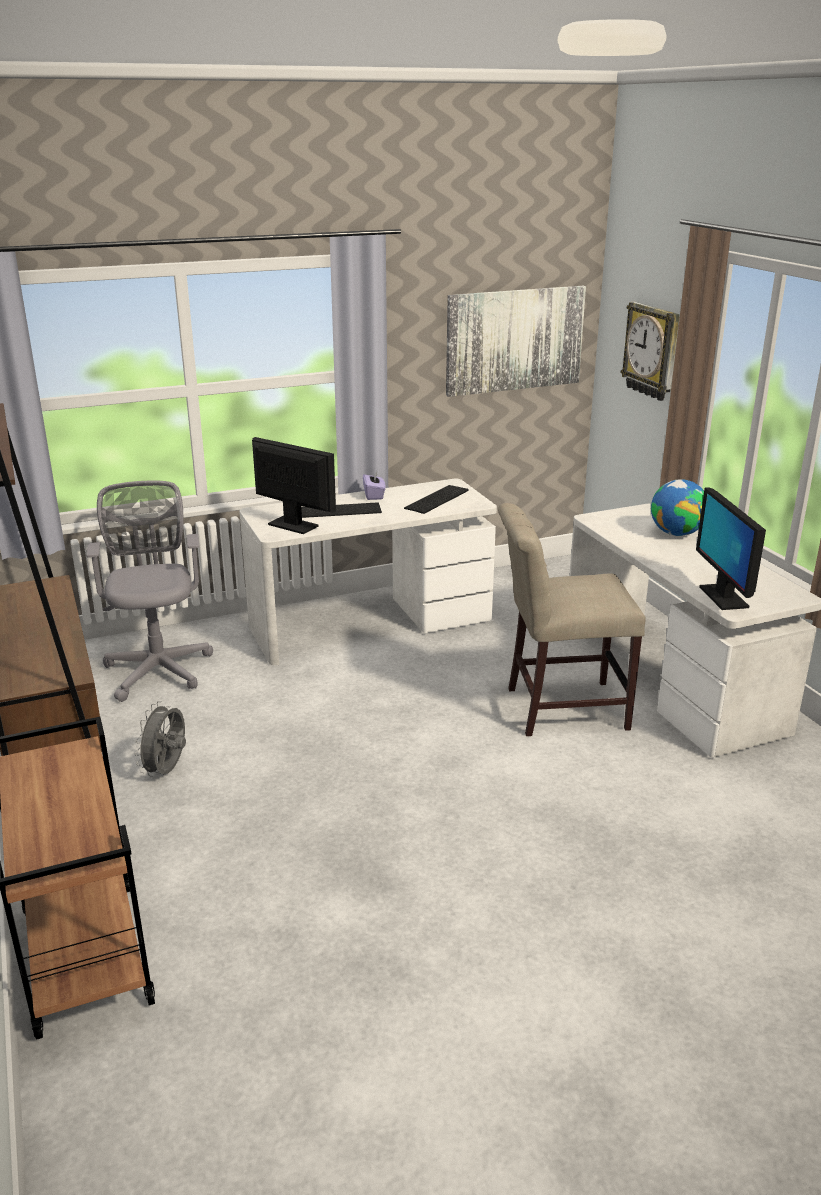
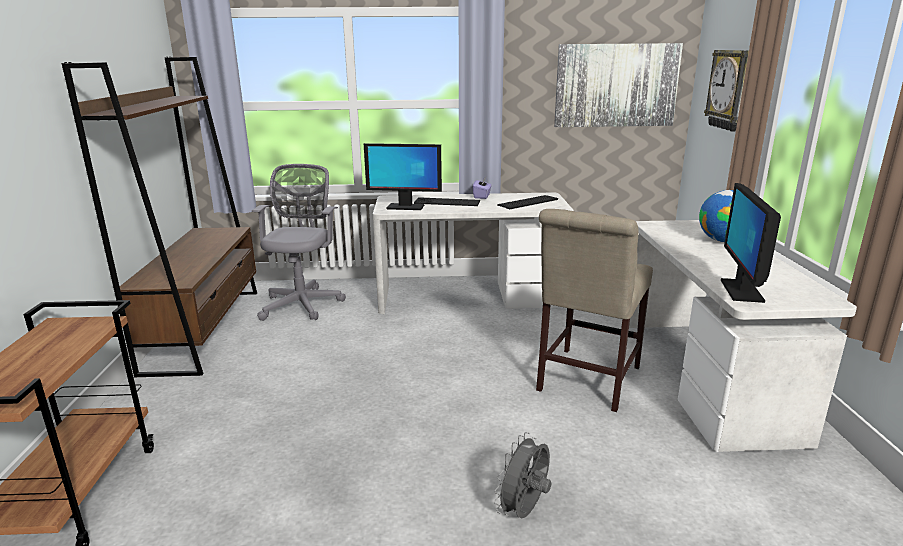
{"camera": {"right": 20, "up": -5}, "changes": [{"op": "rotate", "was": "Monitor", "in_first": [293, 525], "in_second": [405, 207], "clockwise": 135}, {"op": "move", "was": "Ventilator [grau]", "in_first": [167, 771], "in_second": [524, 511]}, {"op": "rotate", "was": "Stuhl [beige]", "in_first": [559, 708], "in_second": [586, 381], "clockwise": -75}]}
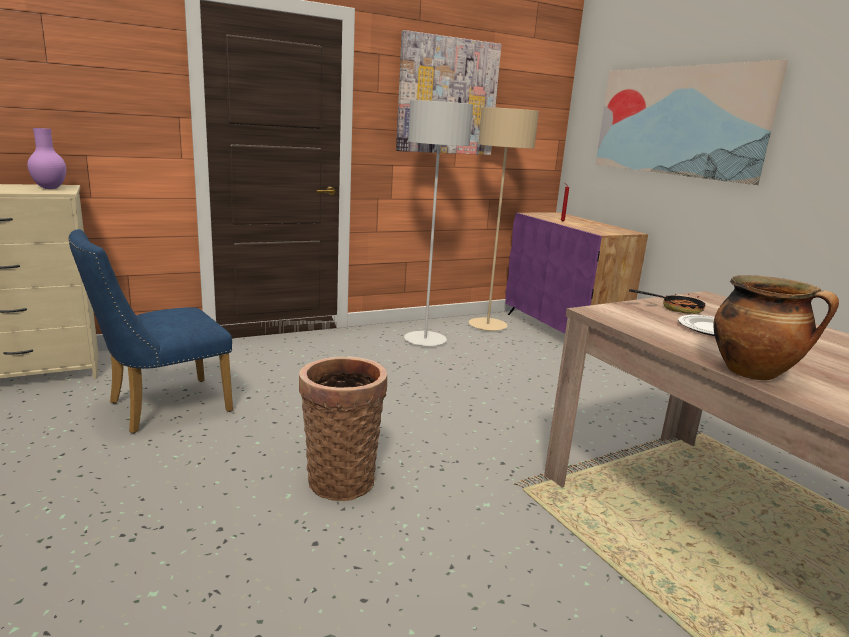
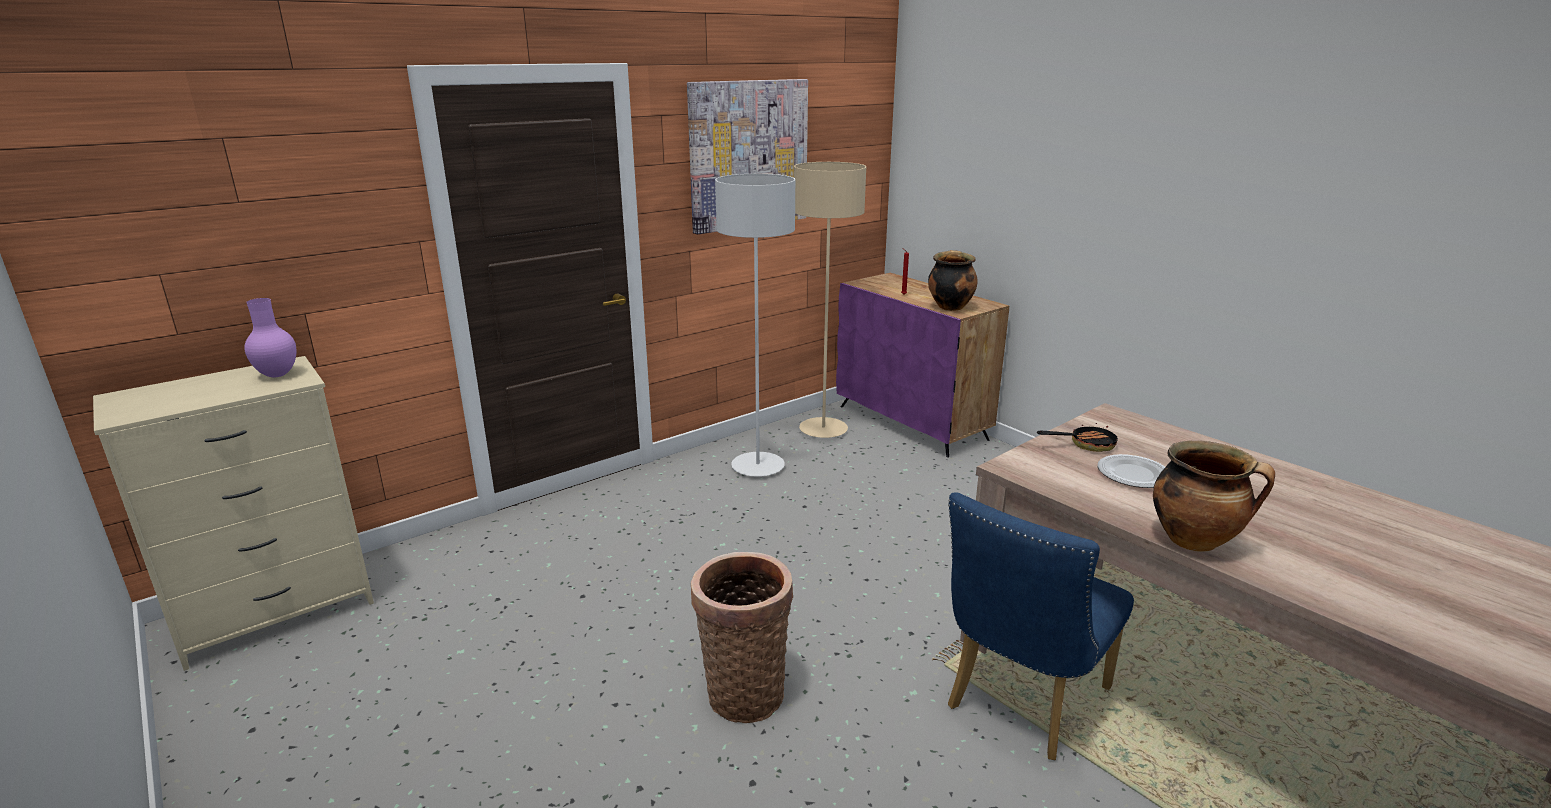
{"camera": {"right": -10, "up": 5}, "changes": [{"op": "insert", "now": "Kochtopf", "in_second": [950, 307]}, {"op": "move", "was": "Stuhl [blau]", "in_first": [160, 408], "in_second": [1020, 702]}, {"op": "delete", "was": "Bild", "in_first": [677, 121]}]}
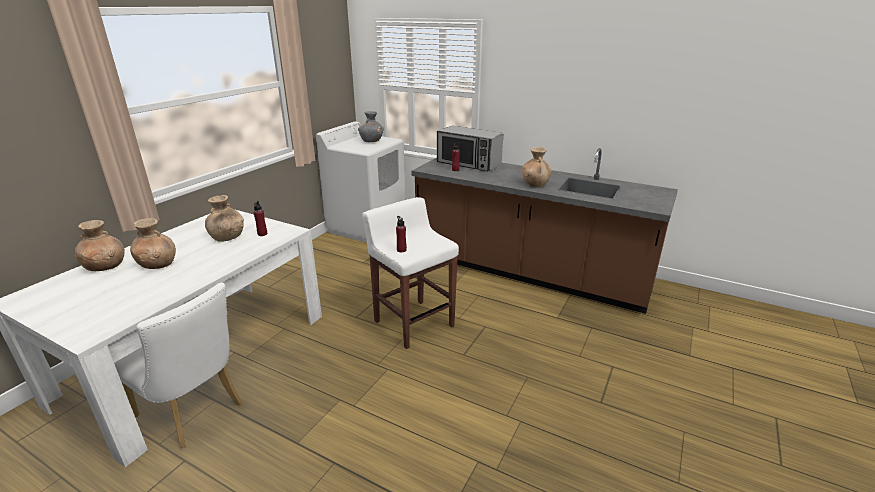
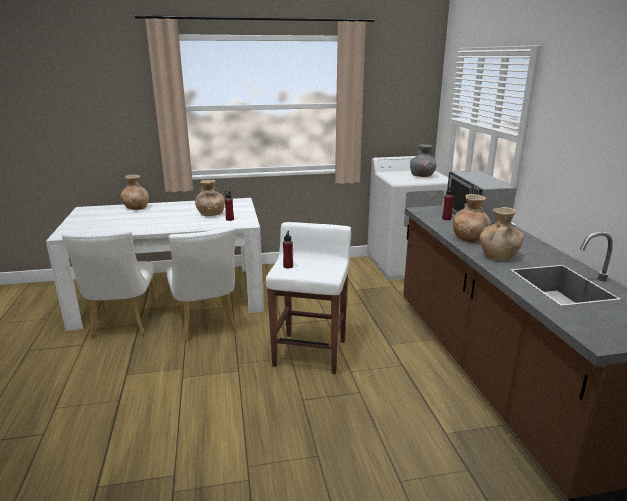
{"camera": {"right": 50, "up": -5}, "changes": [{"op": "insert", "now": "Stuhl [weiß]", "in_second": [206, 324]}, {"op": "move", "was": "Vase [braun]", "in_first": [158, 264], "in_second": [469, 239]}]}
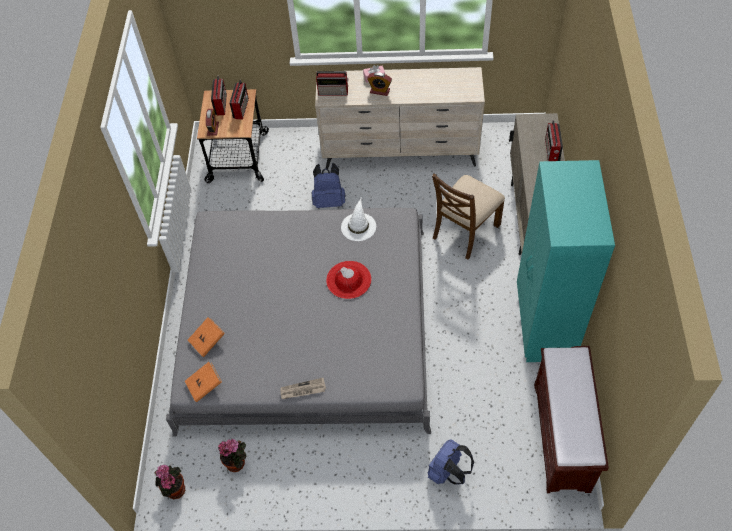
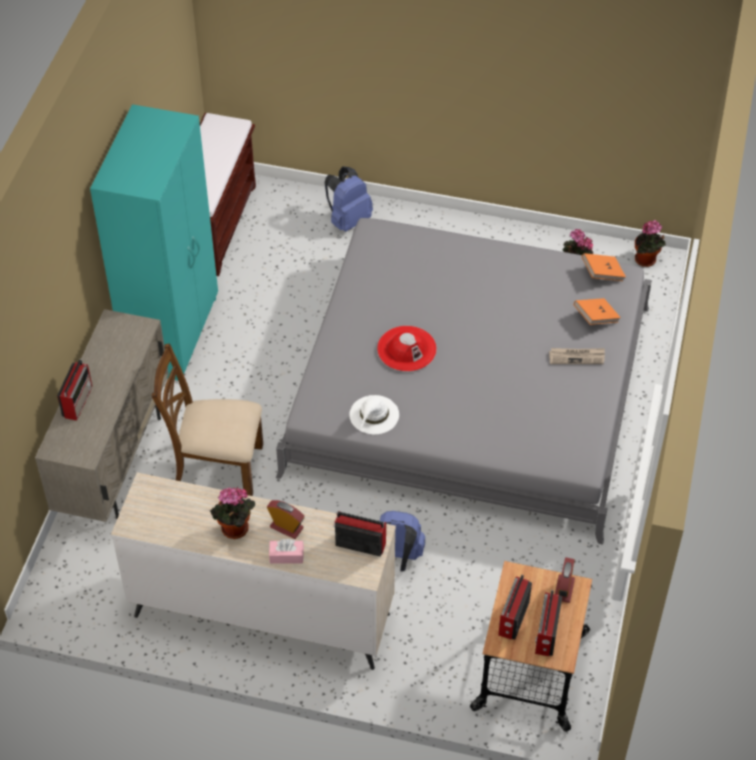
{"camera": {"right": -170, "up": -5}, "changes": [{"op": "rotate", "was": "Stuhl [braun]", "in_first": [465, 231], "in_second": [217, 466], "clockwise": -135}, {"op": "insert", "now": "Topfpflanze", "in_second": [234, 530]}, {"op": "move", "was": "Zeitung", "in_first": [303, 390], "in_second": [577, 357]}]}
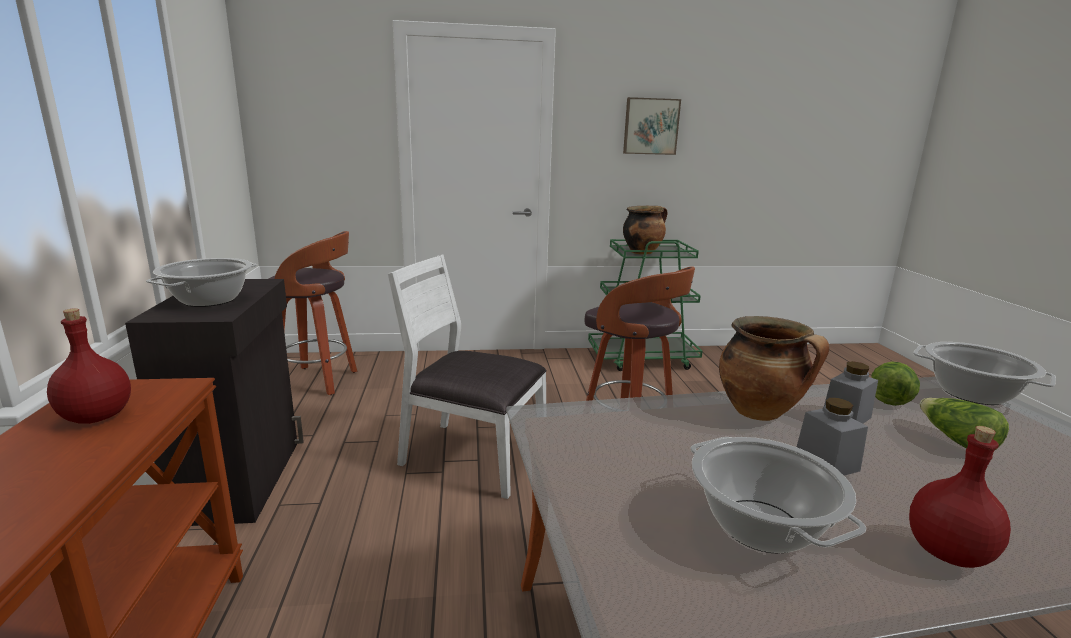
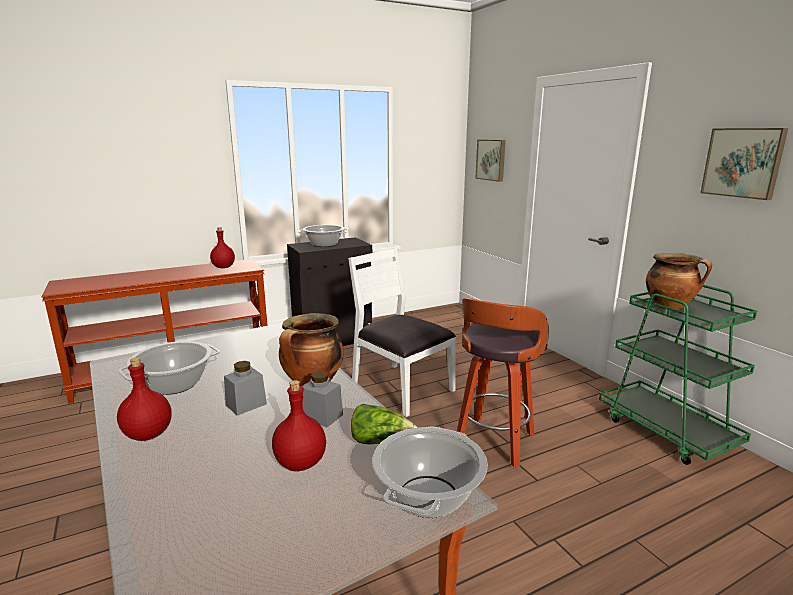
{"camera": {"right": 70, "up": 0}, "changes": [{"op": "replace", "was": "Salatkopf", "now": "Flasche [rot]", "in_first": [956, 441], "in_second": [299, 463]}, {"op": "rotate", "was": "Stuhl [weiß]", "in_first": [472, 455], "in_second": [400, 387], "clockwise": -45}, {"op": "insert", "now": "Bild", "in_second": [491, 160]}, {"op": "delete", "was": "Hocker", "in_first": [319, 381]}]}
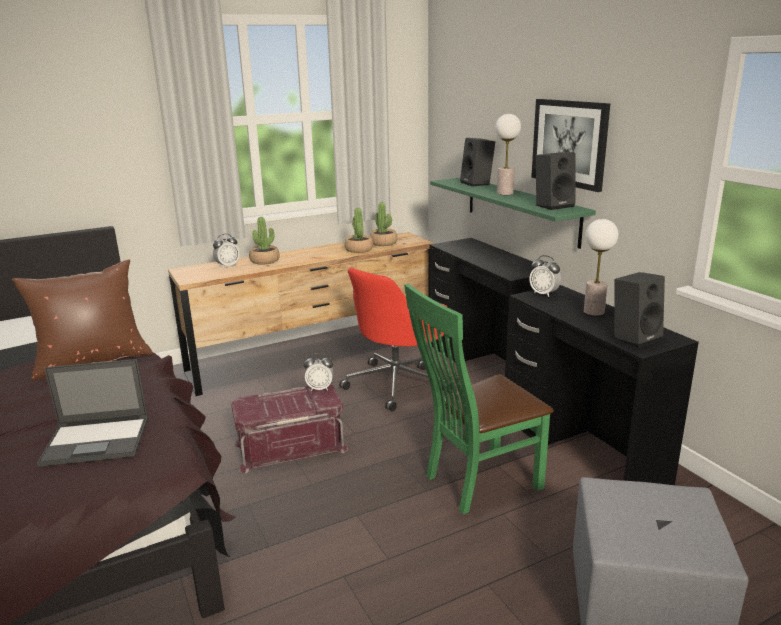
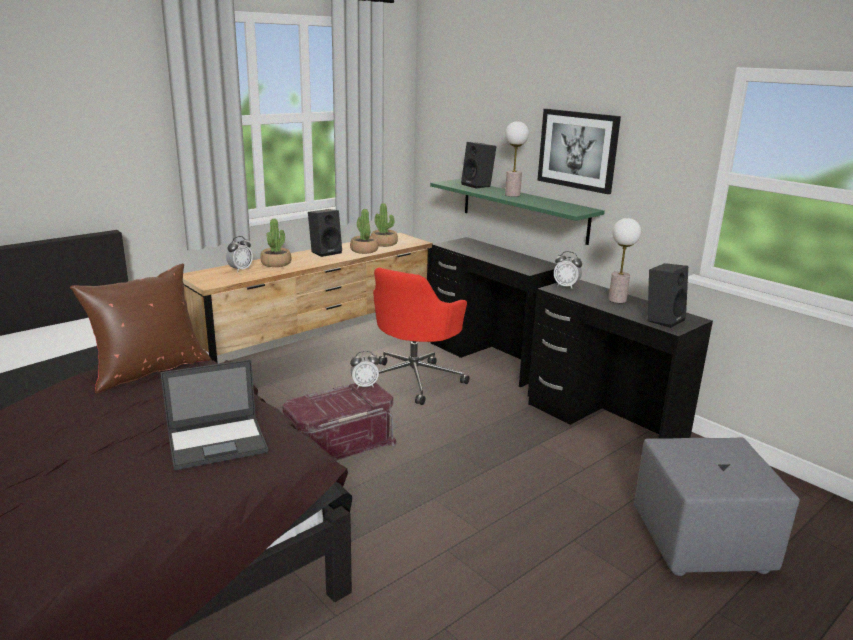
{"camera": {"right": -15, "up": 0}, "changes": [{"op": "move", "was": "Lautsprecher [schwarz]", "in_first": [553, 205], "in_second": [326, 252]}, {"op": "delete", "was": "Stuhl [grün]", "in_first": [476, 482]}]}
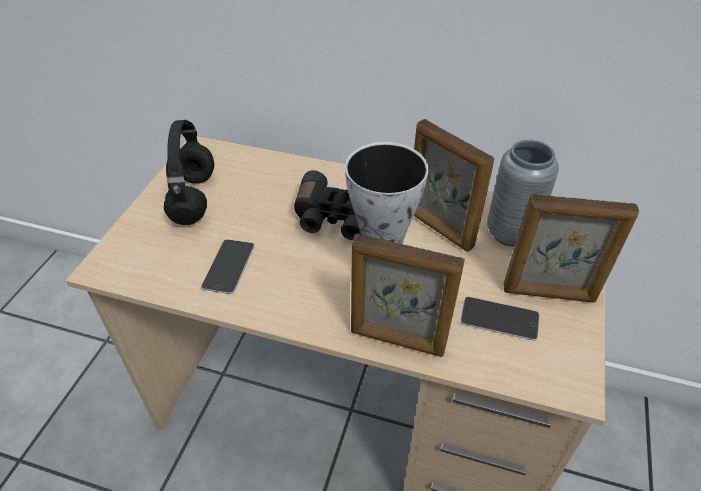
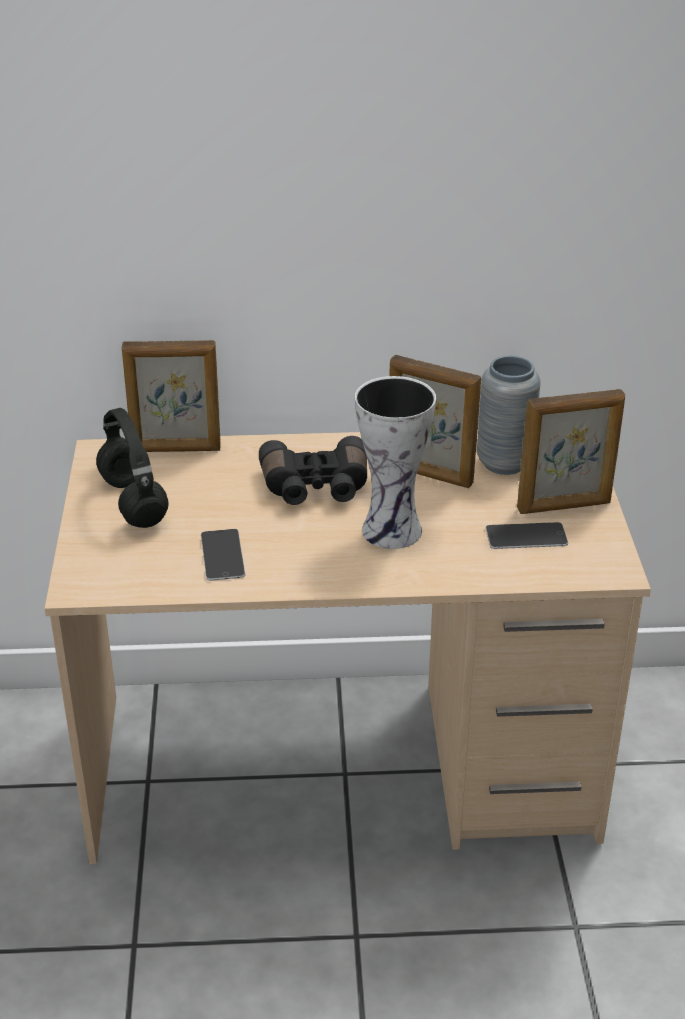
{"camera": {"right": -20, "up": -10}, "changes": [{"op": "move", "was": "Bilderrahmen", "in_first": [397, 340], "in_second": [176, 449]}]}
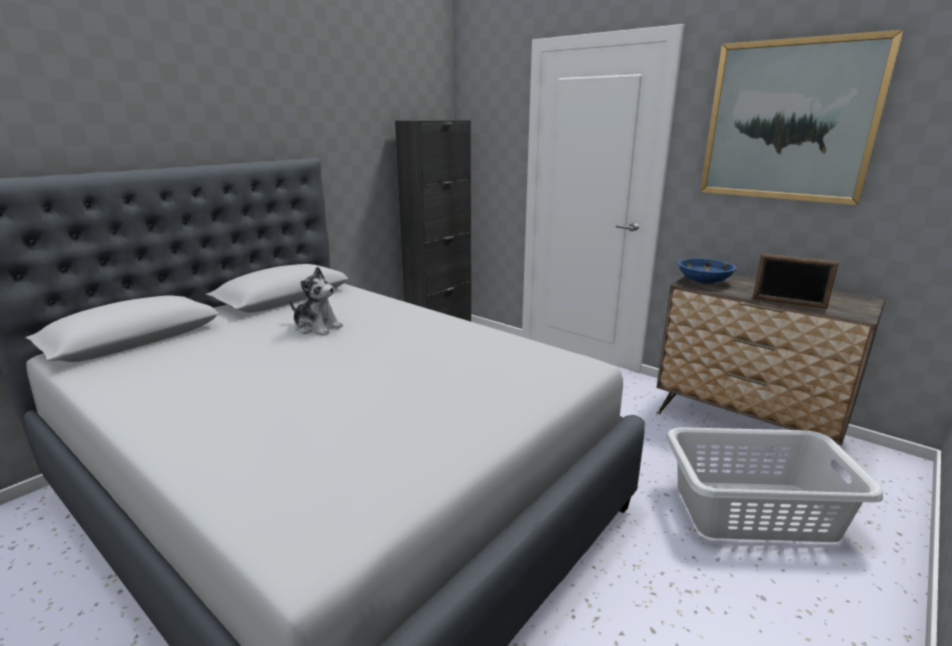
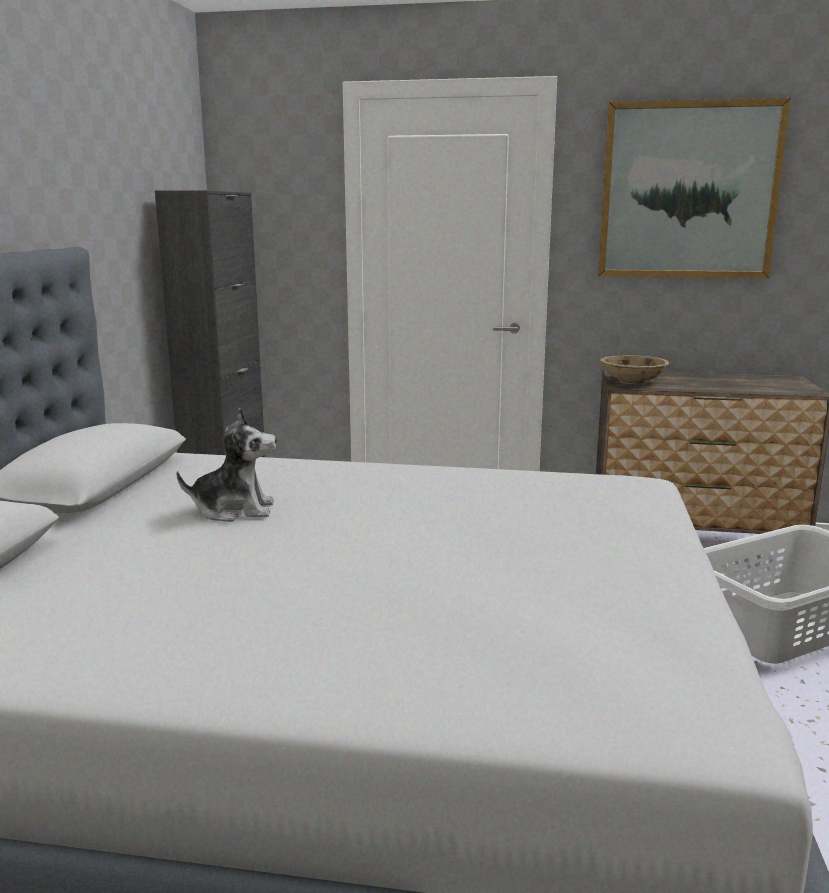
{"camera": {"right": -30, "up": -5}, "changes": [{"op": "recolor", "was": "Schüssel [blau]", "now": "Schüssel [beige]", "in_first": [703, 281], "in_second": [632, 381]}, {"op": "delete", "was": "Bilderrahmen", "in_first": [788, 303]}]}
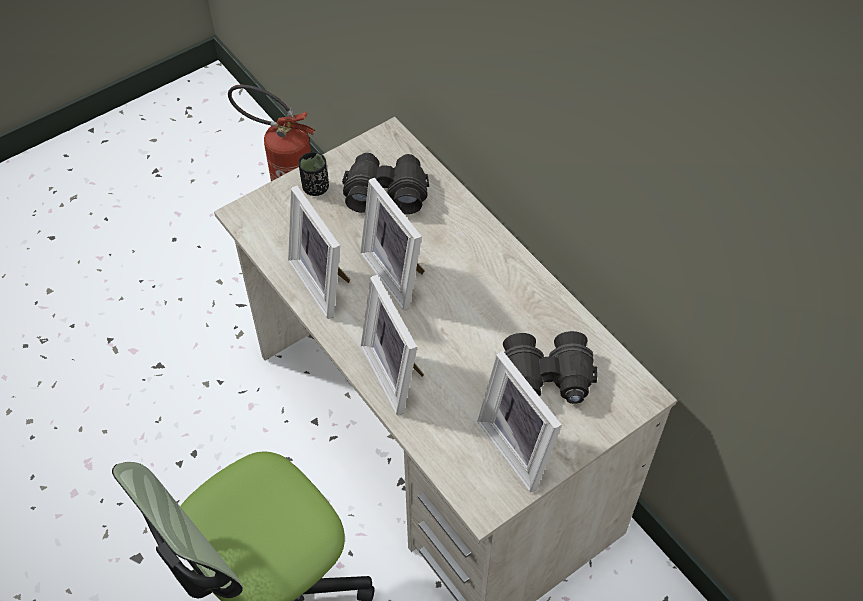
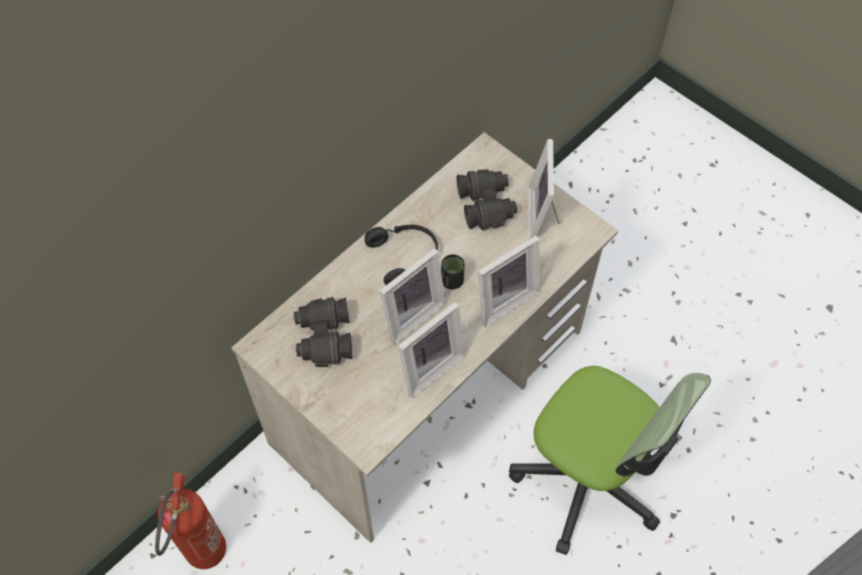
{"camera": {"right": -100, "up": 5}, "changes": [{"op": "insert", "now": "Kopfhörer [schwarz]", "in_second": [405, 257]}, {"op": "move", "was": "Tasse [schwarz]", "in_first": [315, 187], "in_second": [452, 281]}, {"op": "rotate", "was": "Bilderrahmen", "in_first": [520, 446], "in_second": [543, 214], "clockwise": 135}]}
